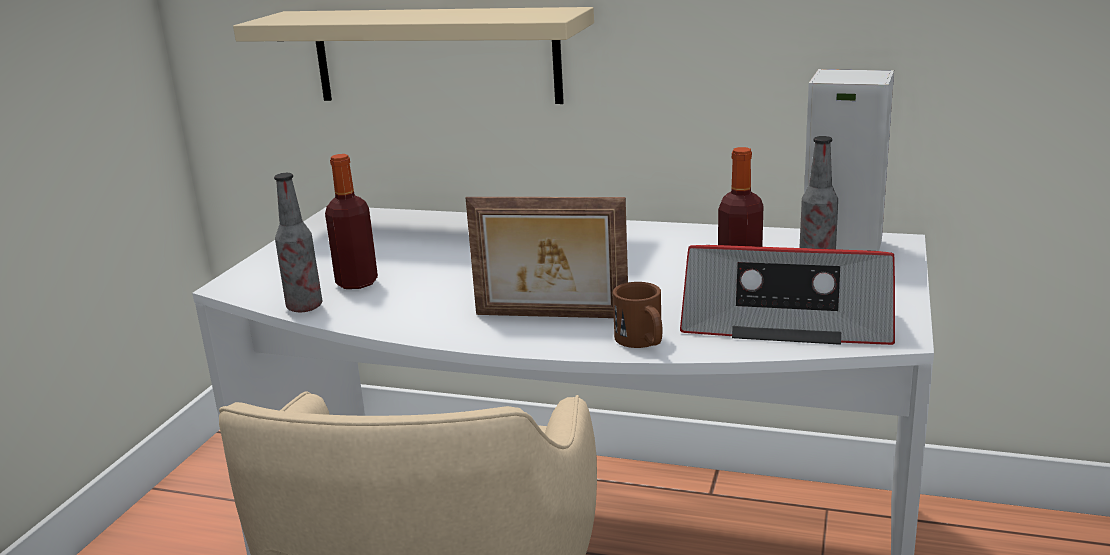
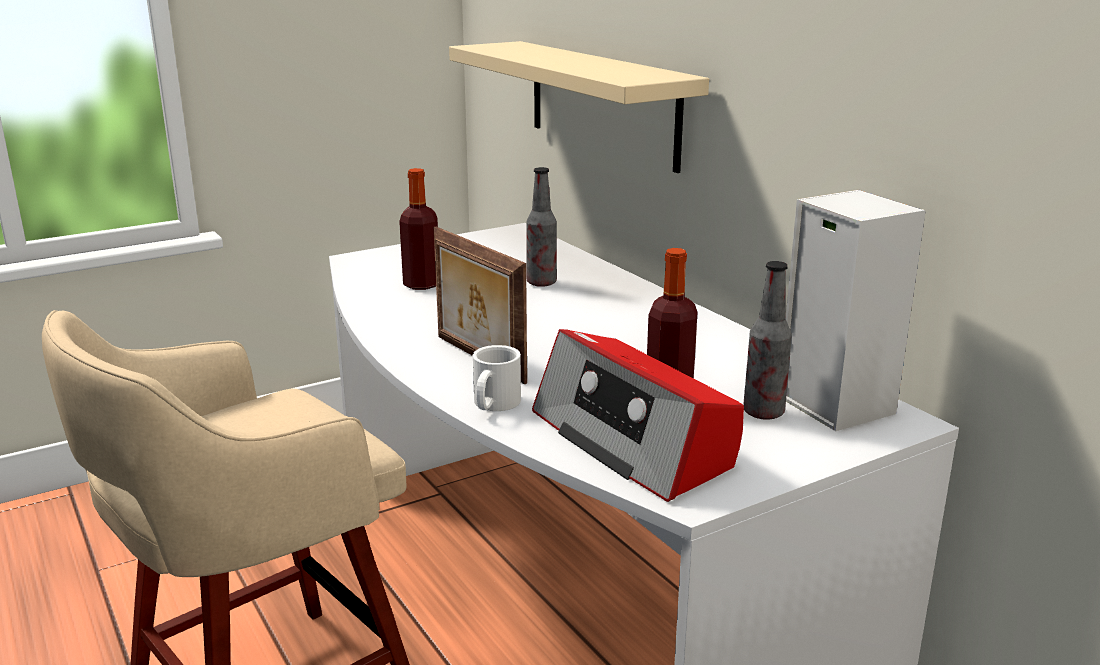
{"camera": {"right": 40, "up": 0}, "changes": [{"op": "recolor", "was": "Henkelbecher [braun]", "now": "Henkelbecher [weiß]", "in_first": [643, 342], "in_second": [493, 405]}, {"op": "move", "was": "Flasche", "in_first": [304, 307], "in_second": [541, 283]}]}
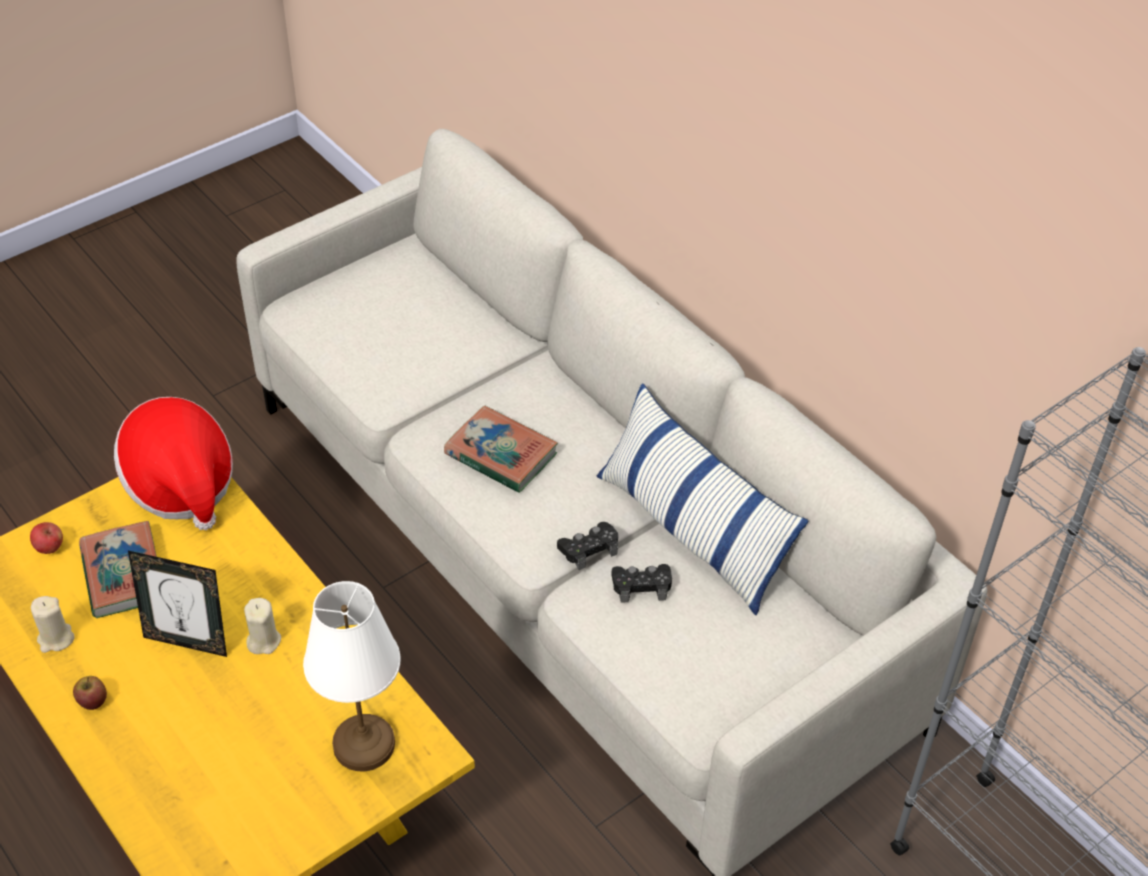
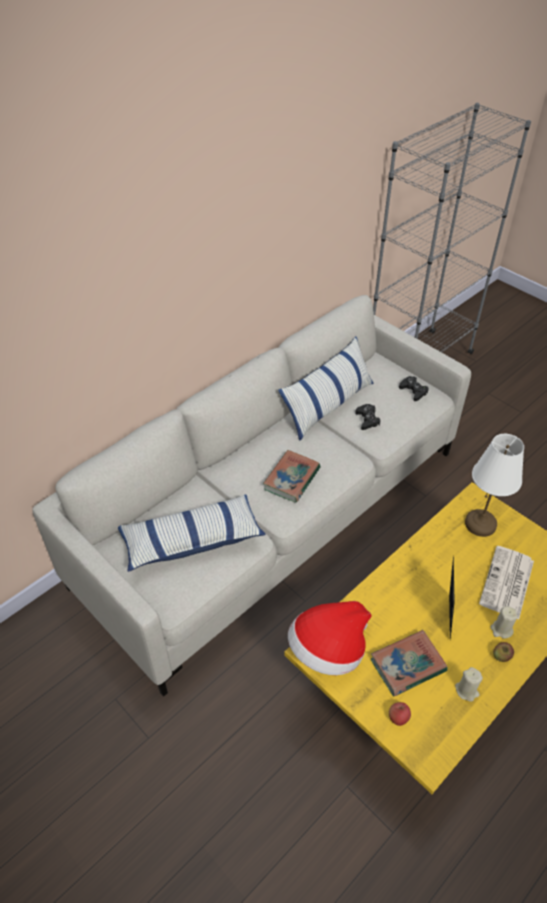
{"camera": {"right": -95, "up": 0}, "changes": [{"op": "insert", "now": "Kissen", "in_second": [191, 540]}, {"op": "move", "was": "Gamepad [schwarz]", "in_first": [589, 549], "in_second": [413, 391]}, {"op": "insert", "now": "Zeitung", "in_second": [507, 583]}, {"op": "move", "was": "Kerze [beige]", "in_first": [263, 640], "in_second": [501, 629]}]}
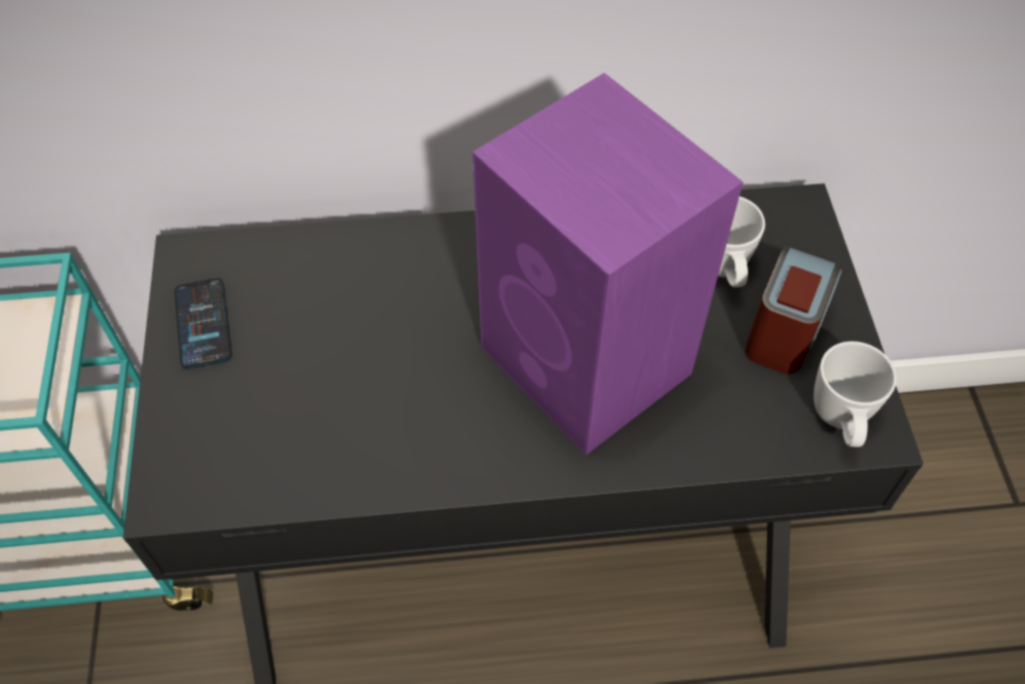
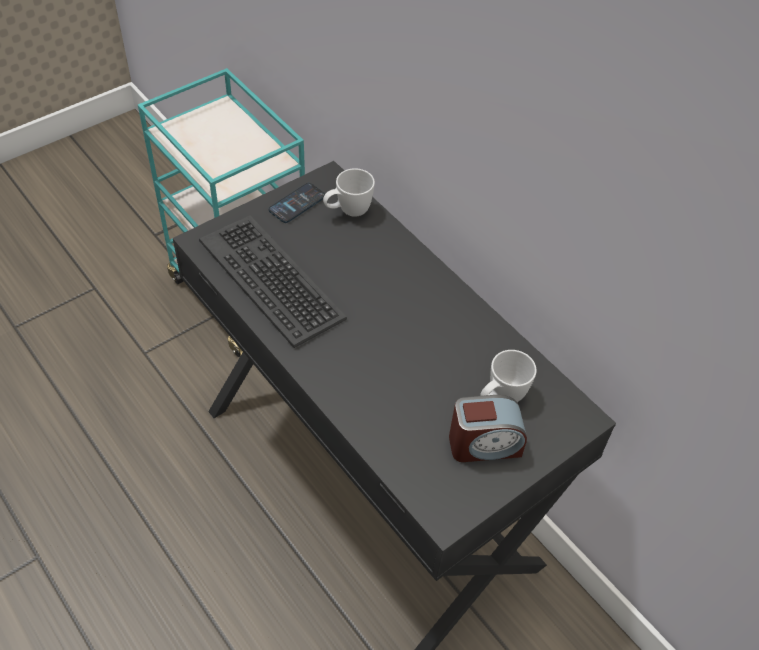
{"camera": {"right": 55, "up": -5}, "changes": [{"op": "insert", "now": "Tastatur", "in_second": [272, 279]}, {"op": "move", "was": "Henkelbecher [weiß]", "in_first": [840, 422], "in_second": [348, 211]}, {"op": "delete", "was": "Lautsprecher [lila]", "in_first": [589, 364]}]}
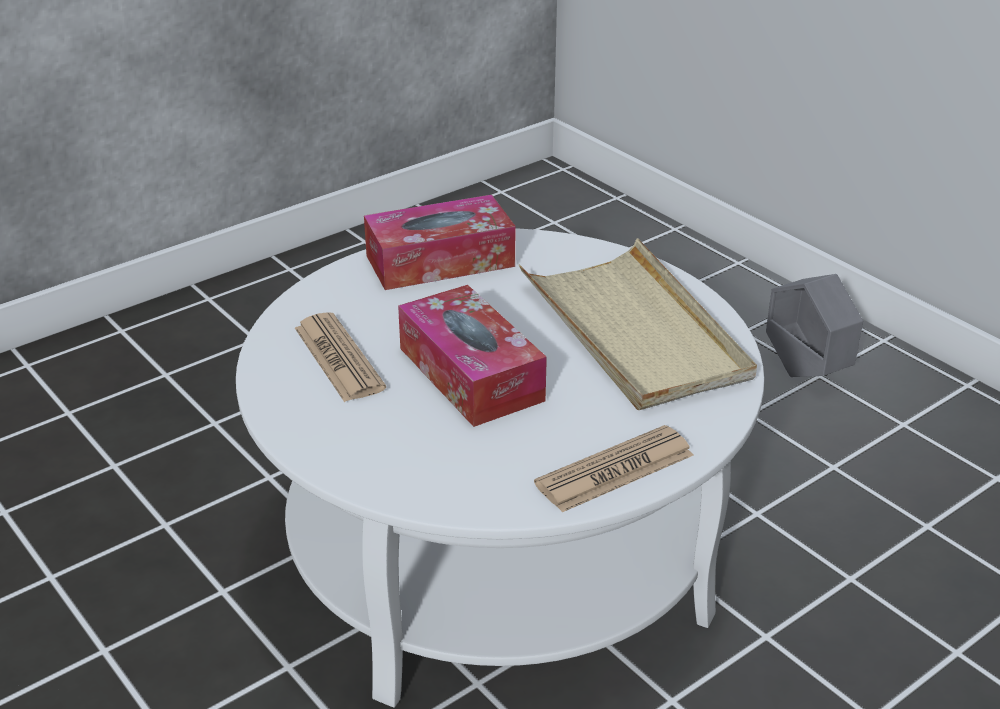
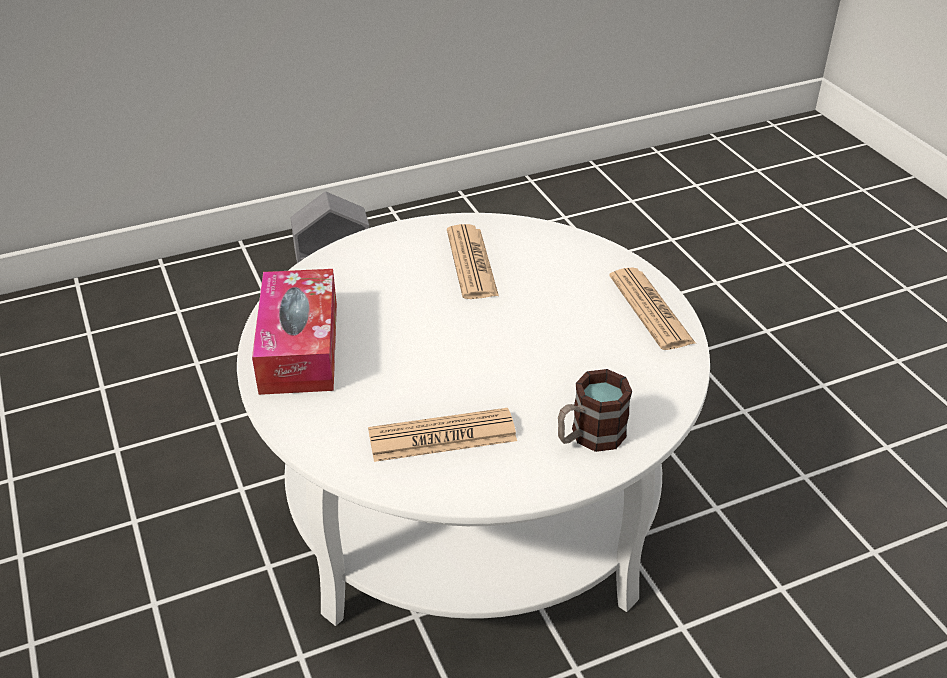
{"camera": {"right": -75, "up": 5}, "changes": [{"op": "replace", "was": "Tablett [beige]", "now": "Zeitung", "in_first": [634, 331], "in_second": [471, 263]}, {"op": "insert", "now": "Henkelbecher", "in_second": [589, 437]}, {"op": "delete", "was": "Taschentuchbox", "in_first": [470, 374]}]}
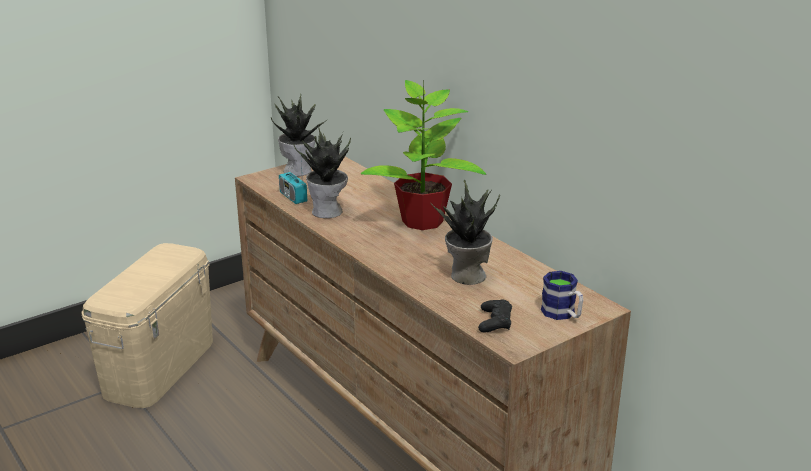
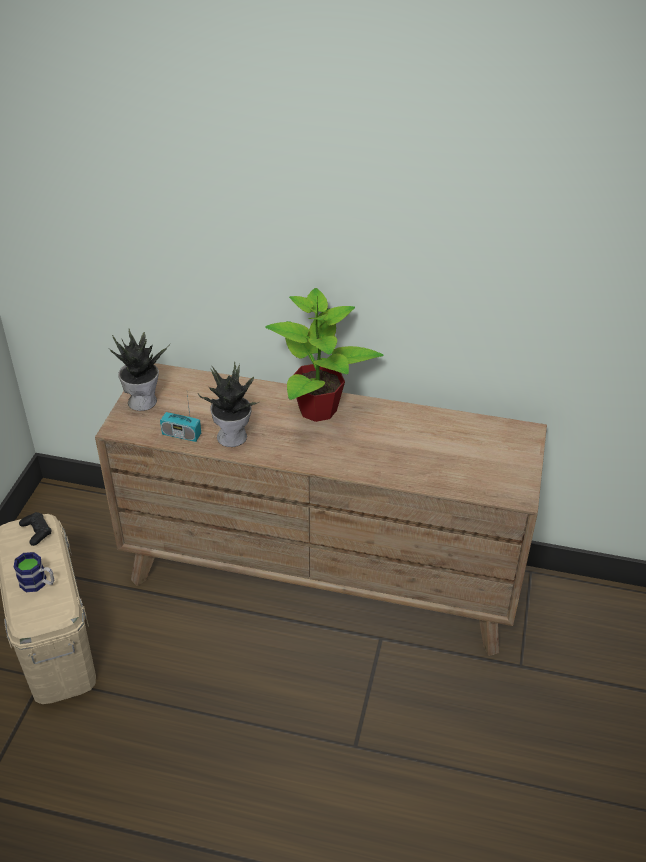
{"camera": {"right": -40, "up": 15}, "changes": [{"op": "move", "was": "Henkelbecher", "in_first": [562, 314], "in_second": [38, 583]}, {"op": "move", "was": "Gamepad [schwarz]", "in_first": [495, 321], "in_second": [36, 531]}, {"op": "delete", "was": "Topfpflanze", "in_first": [466, 276]}]}
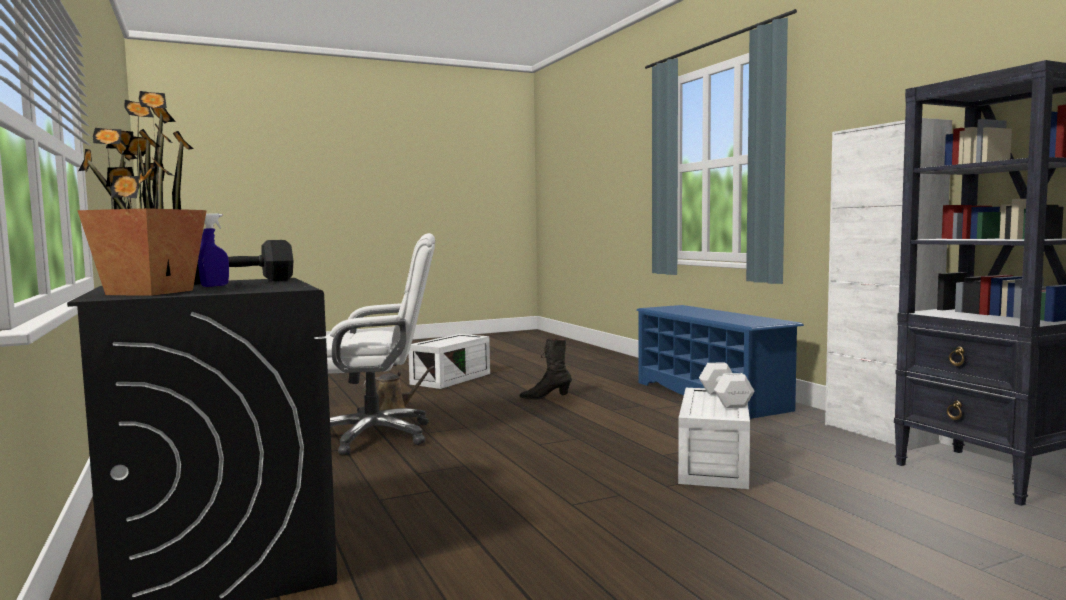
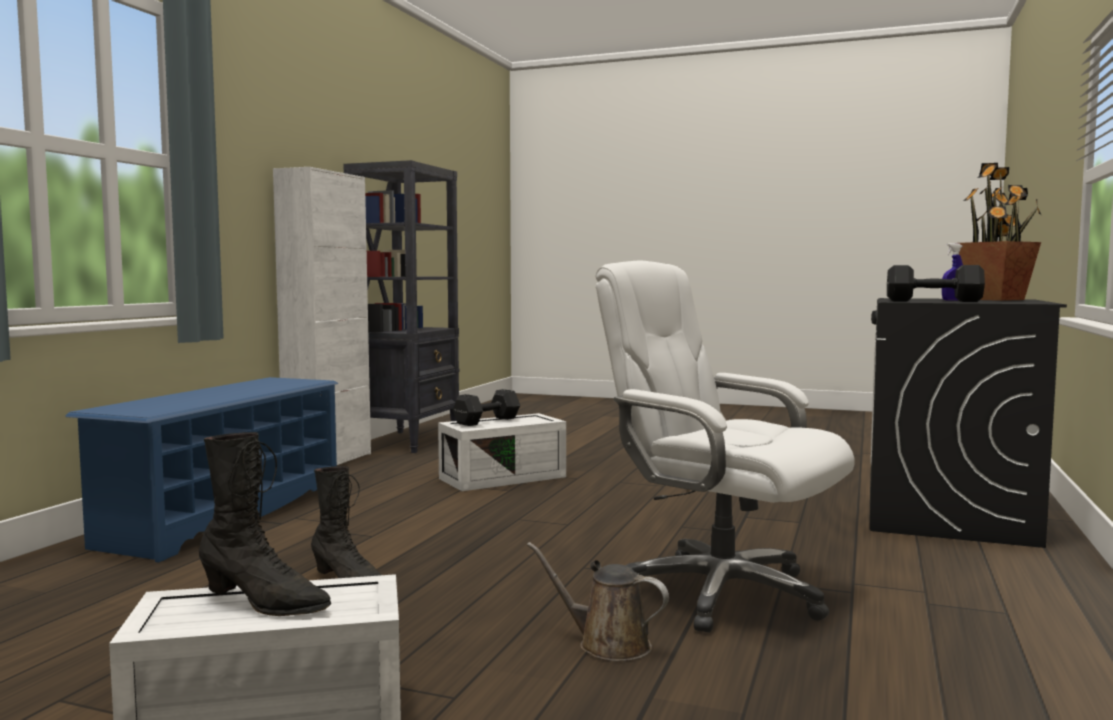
{"camera": {"right": -135, "up": 0}, "changes": [{"op": "insert", "now": "Stiefel [schwarz]", "in_second": [264, 603]}, {"op": "recolor", "was": "Hantel [weiß]", "now": "Hantel [schwarz]", "in_first": [725, 399], "in_second": [488, 421]}]}
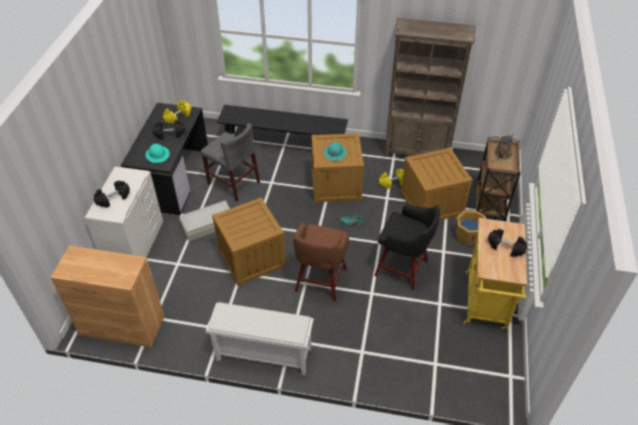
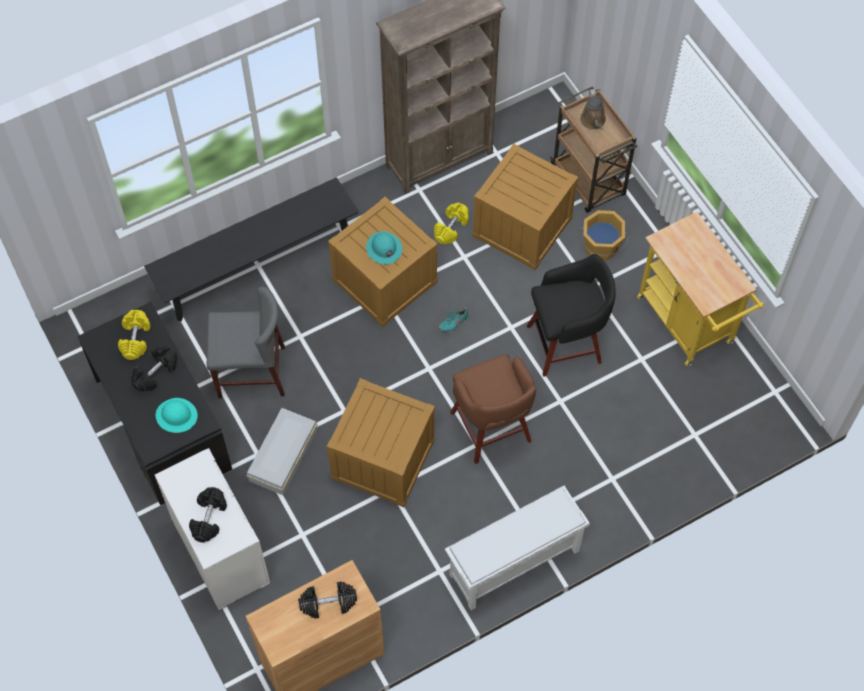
{"camera": {"right": -40, "up": 15}, "changes": [{"op": "move", "was": "Hantel [schwarz]", "in_first": [505, 247], "in_second": [328, 603]}]}
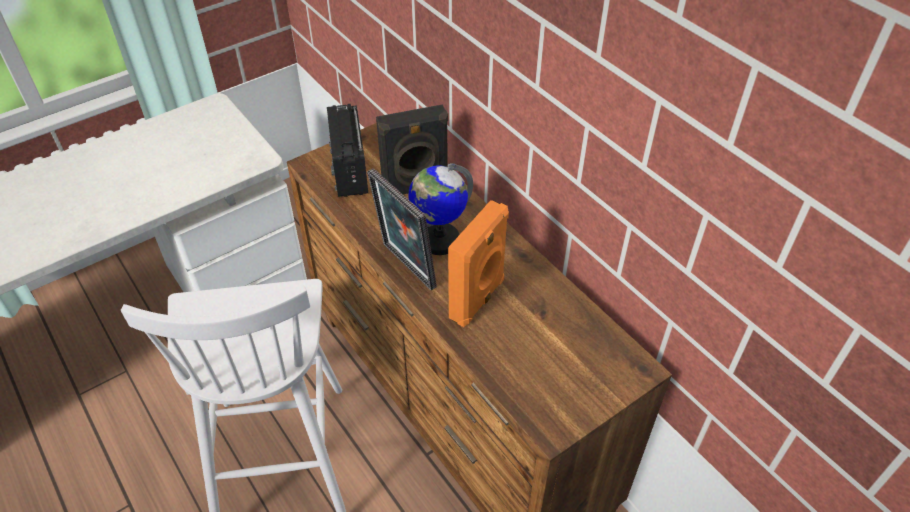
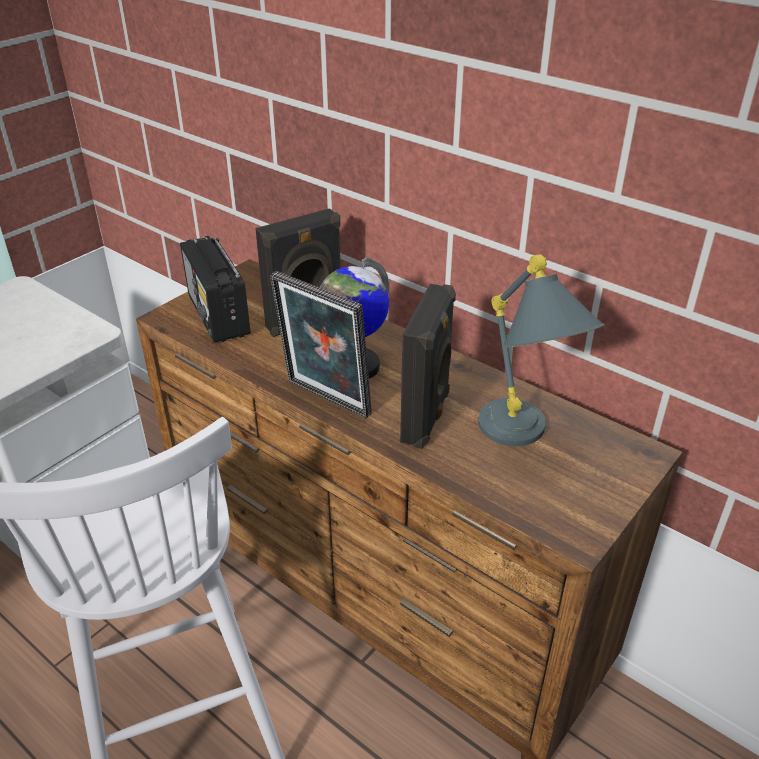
{"camera": {"right": -15, "up": -10}, "changes": [{"op": "recolor", "was": "Lautsprecher [orange]", "now": "Lautsprecher [schwarz]", "in_first": [478, 299], "in_second": [427, 417]}, {"op": "insert", "now": "Tischlampe [grau]", "in_second": [523, 440]}]}
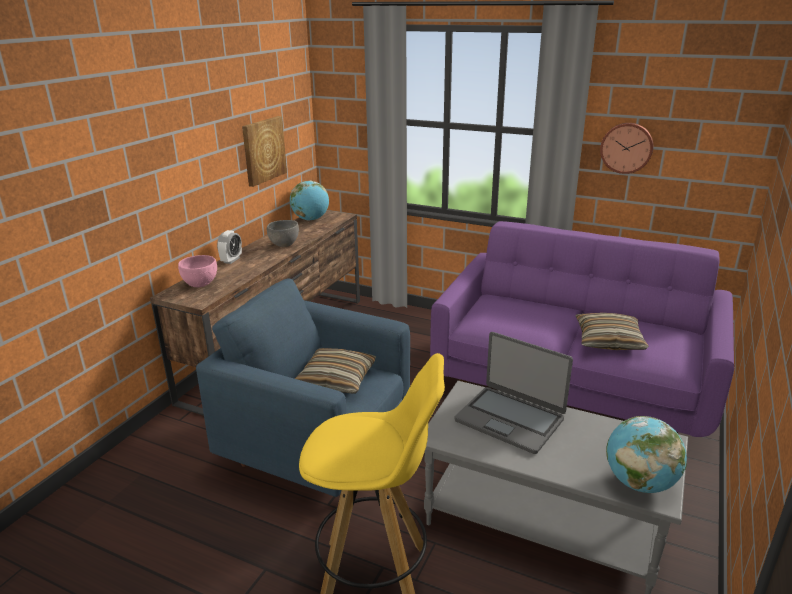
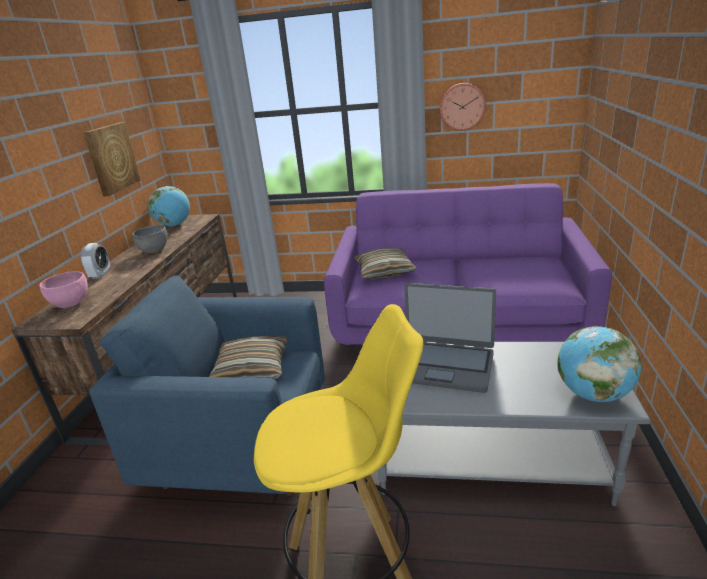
{"camera": {"right": -15, "up": 0}, "changes": [{"op": "move", "was": "Kissen", "in_first": [608, 340], "in_second": [384, 271]}]}
